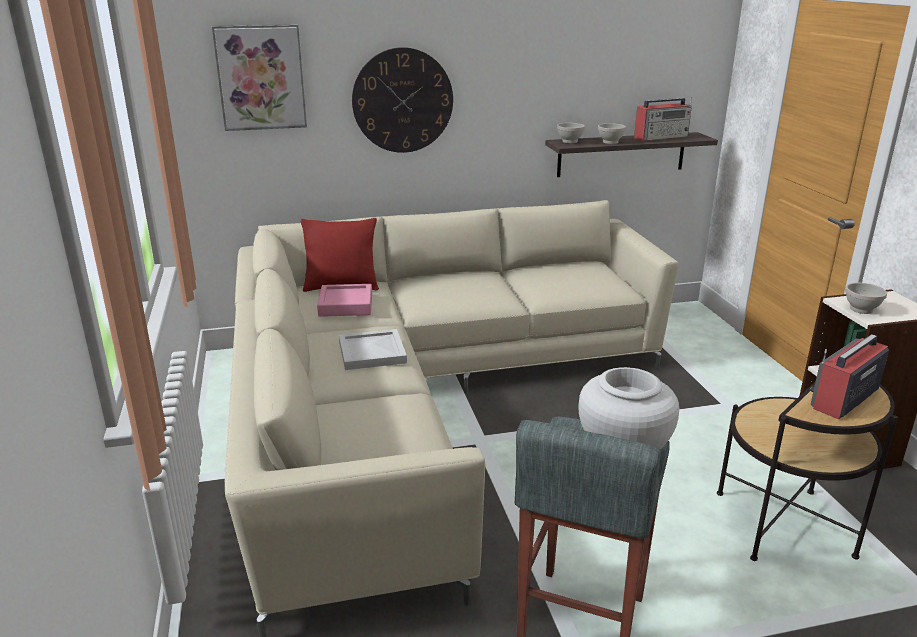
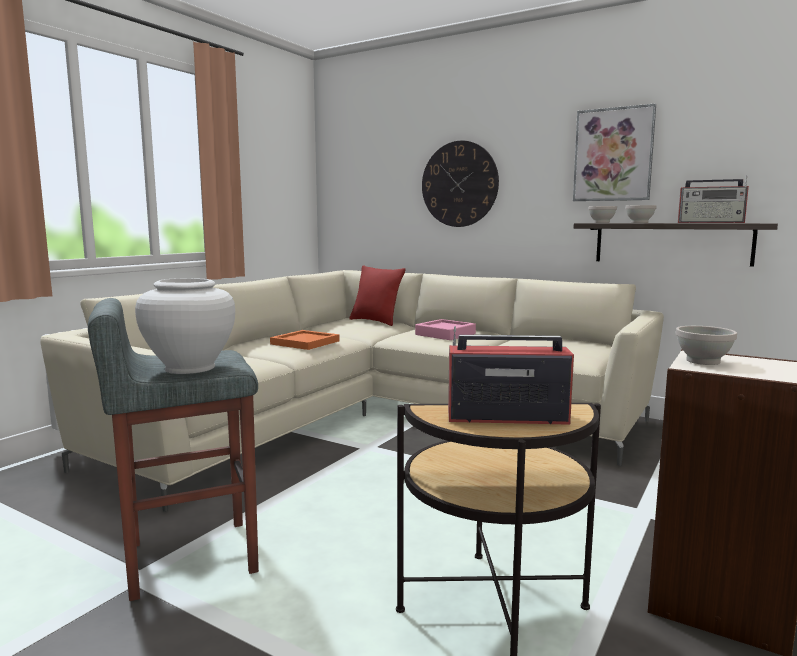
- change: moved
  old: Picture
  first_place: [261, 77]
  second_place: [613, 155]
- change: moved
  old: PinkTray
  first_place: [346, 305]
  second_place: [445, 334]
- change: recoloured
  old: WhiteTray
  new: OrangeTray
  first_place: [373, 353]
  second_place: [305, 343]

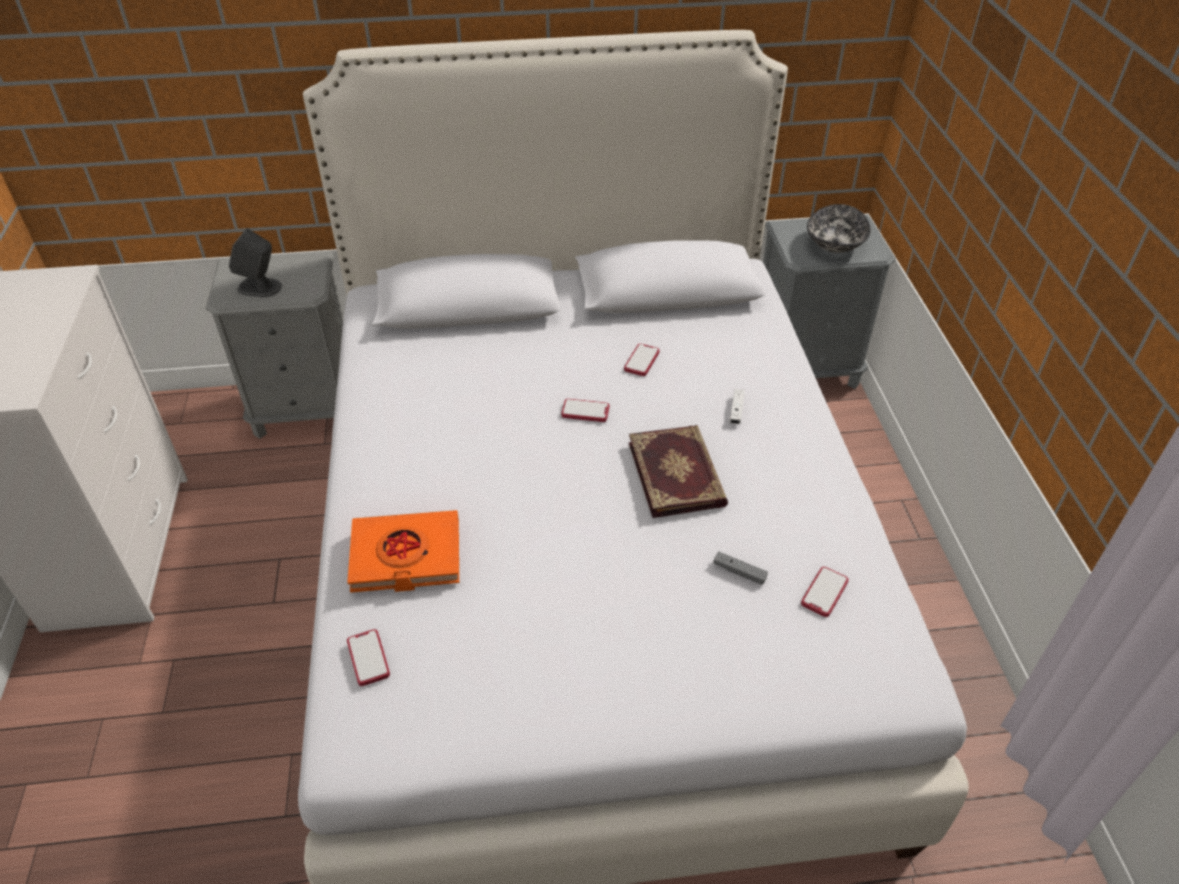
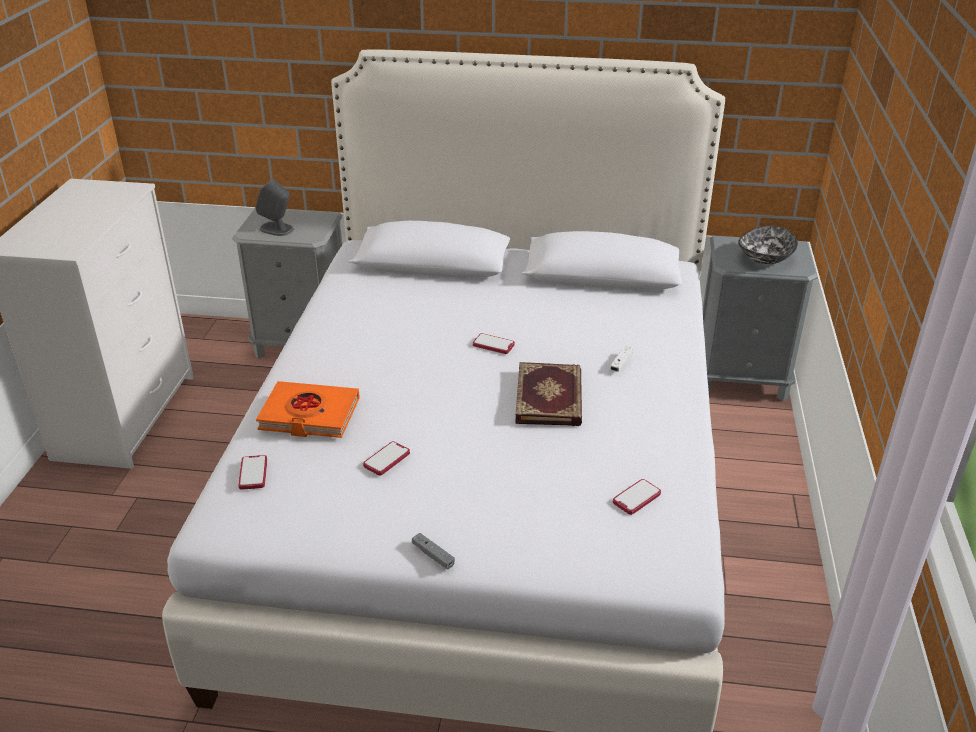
- change: moved
  old: Phone
  first_place: [641, 361]
  second_place: [386, 459]
- change: moved
  old: GreyGameController
  first_place: [739, 572]
  second_place: [433, 555]

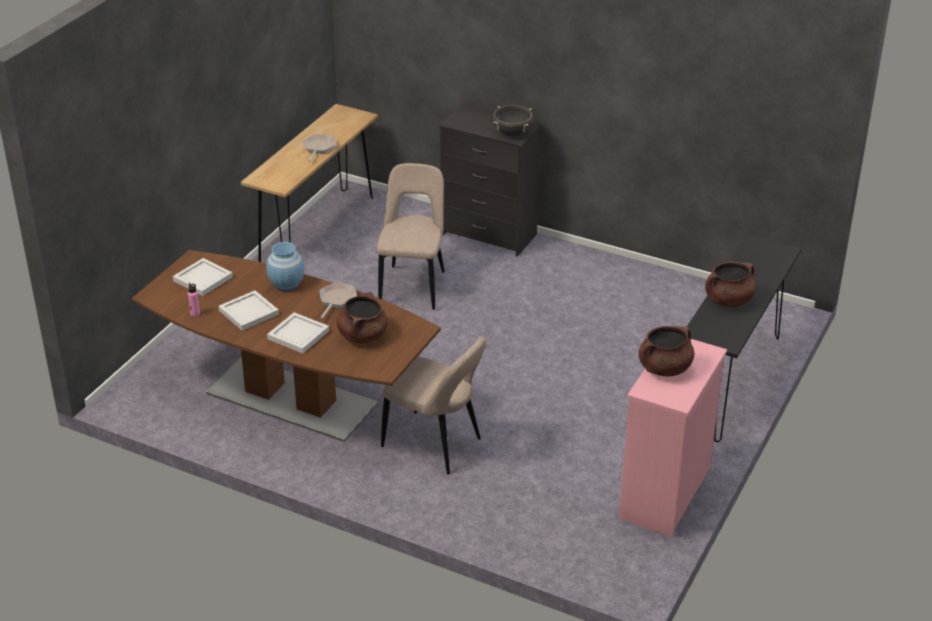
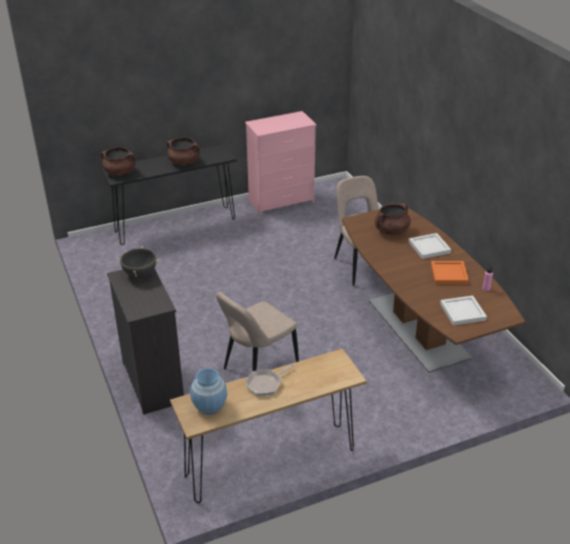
- change: moved
  old: BlueVase
  first_place: [286, 284]
  second_place: [210, 406]
- change: removed
  old: FryingPan
  first_place: [336, 300]
- change: recoloured
  old: WhiteTray
  new: OrangeTray
  first_place: [250, 312]
  second_place: [448, 274]
- change: moved
  old: BrownCookingPot
  first_place: [664, 368]
  second_place: [120, 172]

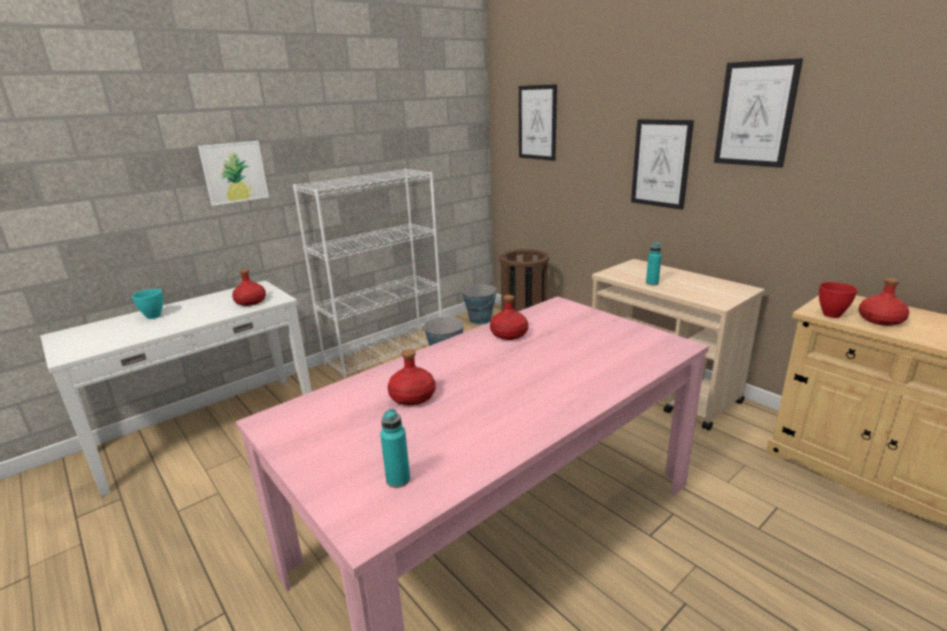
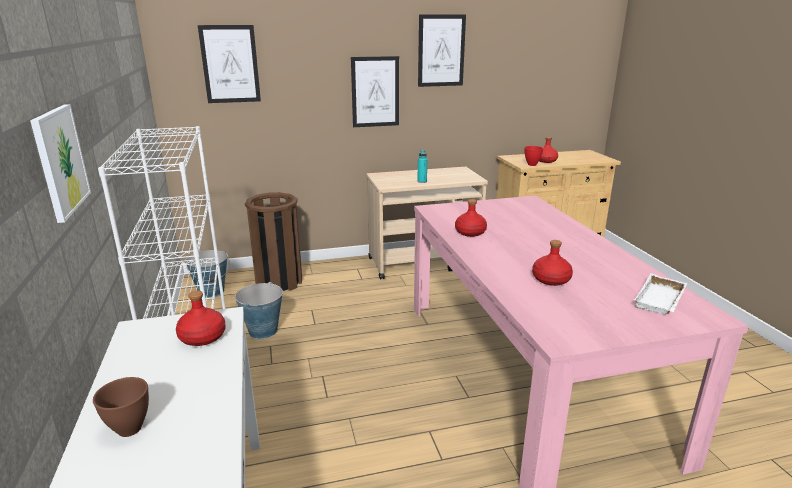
- change: recoloured
  old: TurquoiseBowl
  new: BrownBowl
  first_place: [152, 316]
  second_place: [129, 430]
- change: replaced
  old: TurquoiseBottle
  new: WhiteTray
  first_place: [398, 480]
  second_place: [661, 300]

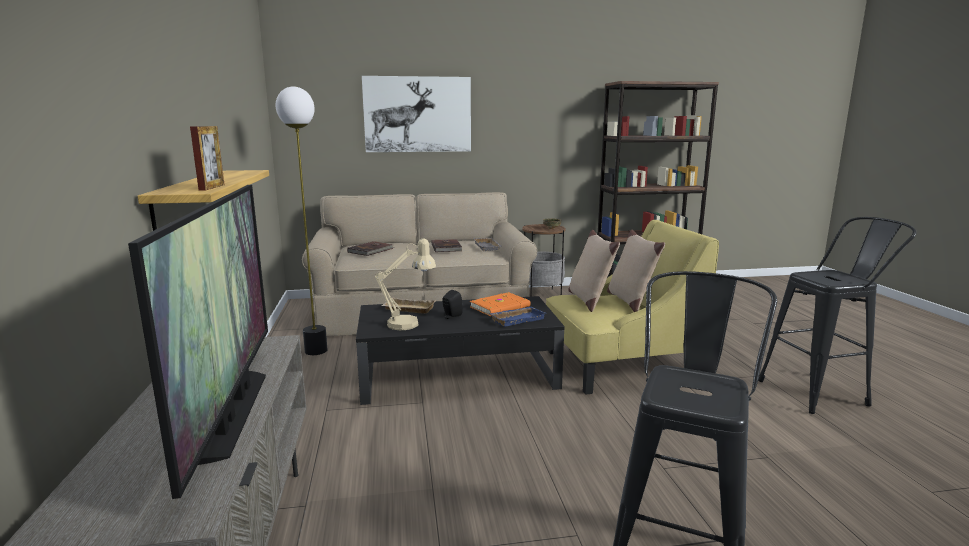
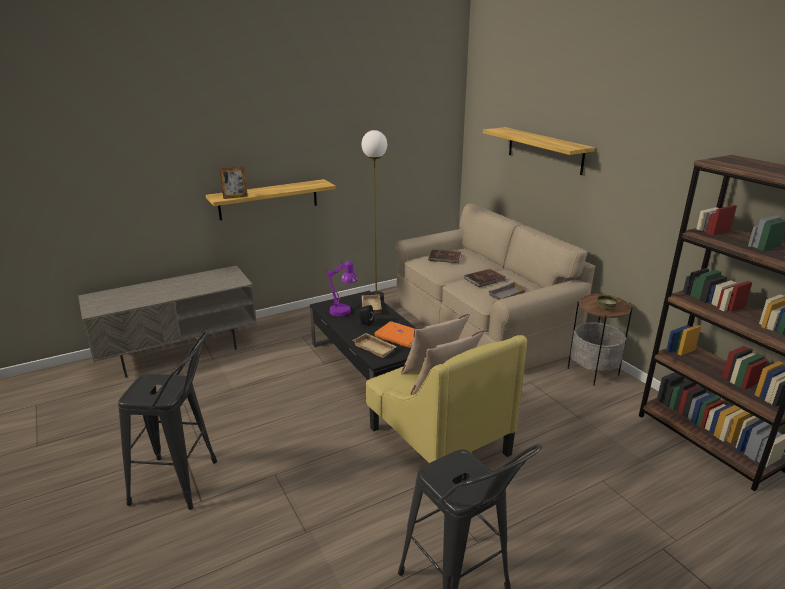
- change: replaced
  old: Picture
  new: Shelf
  first_place: [417, 114]
  second_place: [544, 150]
- change: removed
  old: Television
  first_place: [231, 413]
- change: recoloured
  old: BeigeTableLamp
  new: PurpleTableLamp
  first_place: [409, 323]
  second_place: [343, 313]
- change: recoloured
  old: BlueTray
  new: BeigeTray
  first_place: [517, 319]
  second_place: [375, 348]

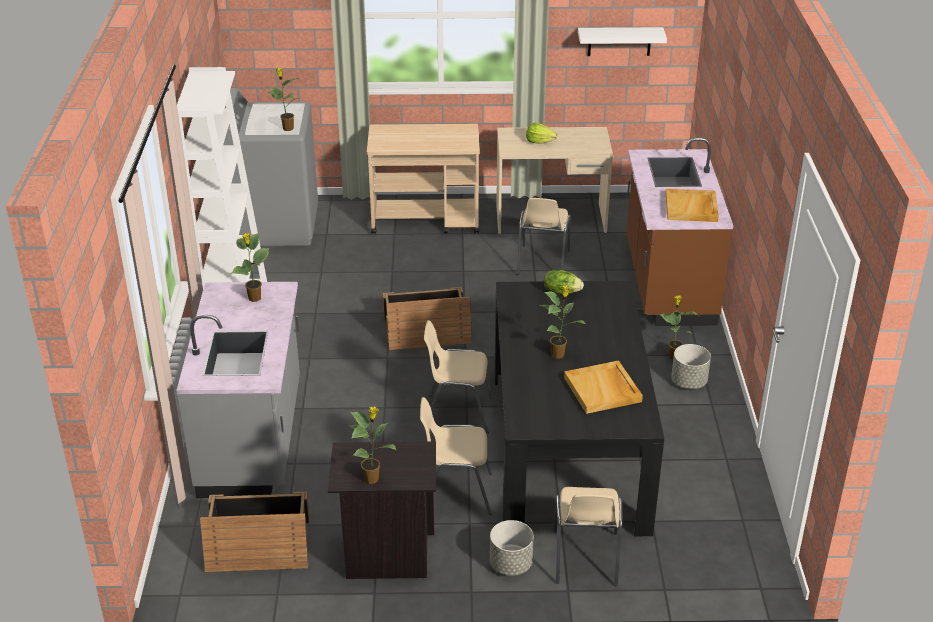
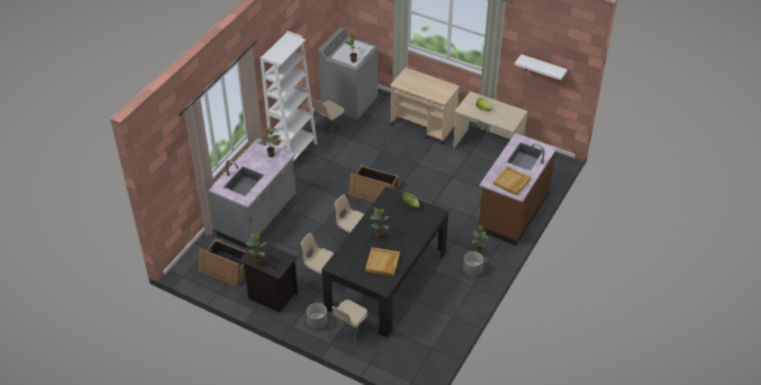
- change: moved
  old: BeigeChair
  first_place: [542, 262]
  second_place: [329, 131]

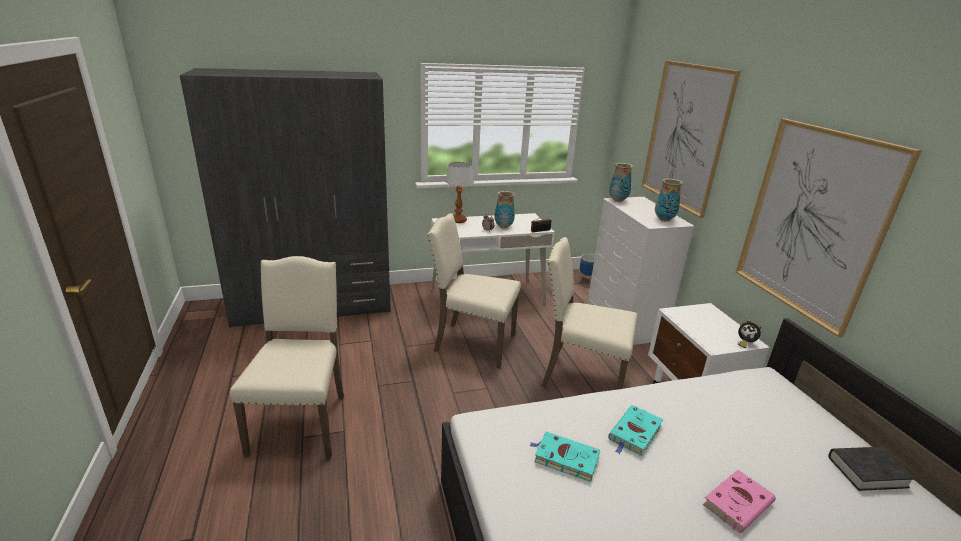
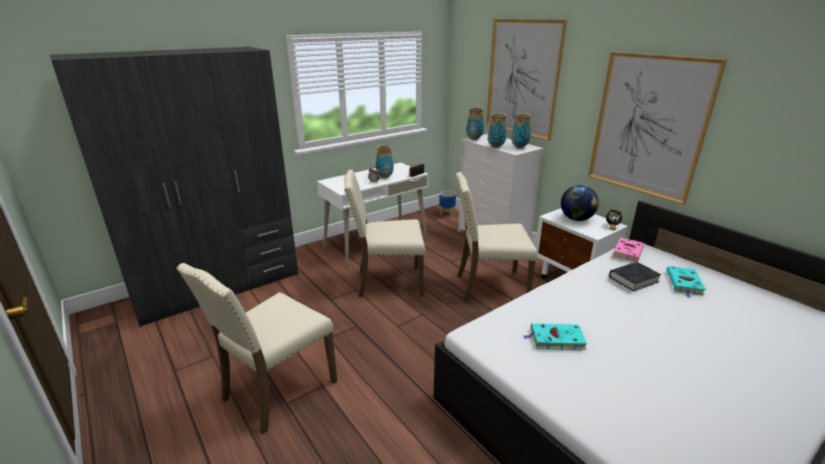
- change: removed
  old: TableLamp
  first_place: [458, 220]
- change: turned
  old: BeigeChair
  first_place: [301, 422]
  second_place: [276, 390]
  degrees: -120
- change: moved
  old: TurquoiseBook
  first_place: [634, 434]
  second_place: [684, 283]
- change: moved
  old: BlackBook
  first_place: [867, 472]
  second_place: [633, 279]
- change: moved
  old: PinkBook
  first_place: [738, 502]
  second_place: [627, 251]
- change: added
  new: Vase
  second_place: [495, 147]
- change: added
  new: Globe
  second_place: [576, 219]

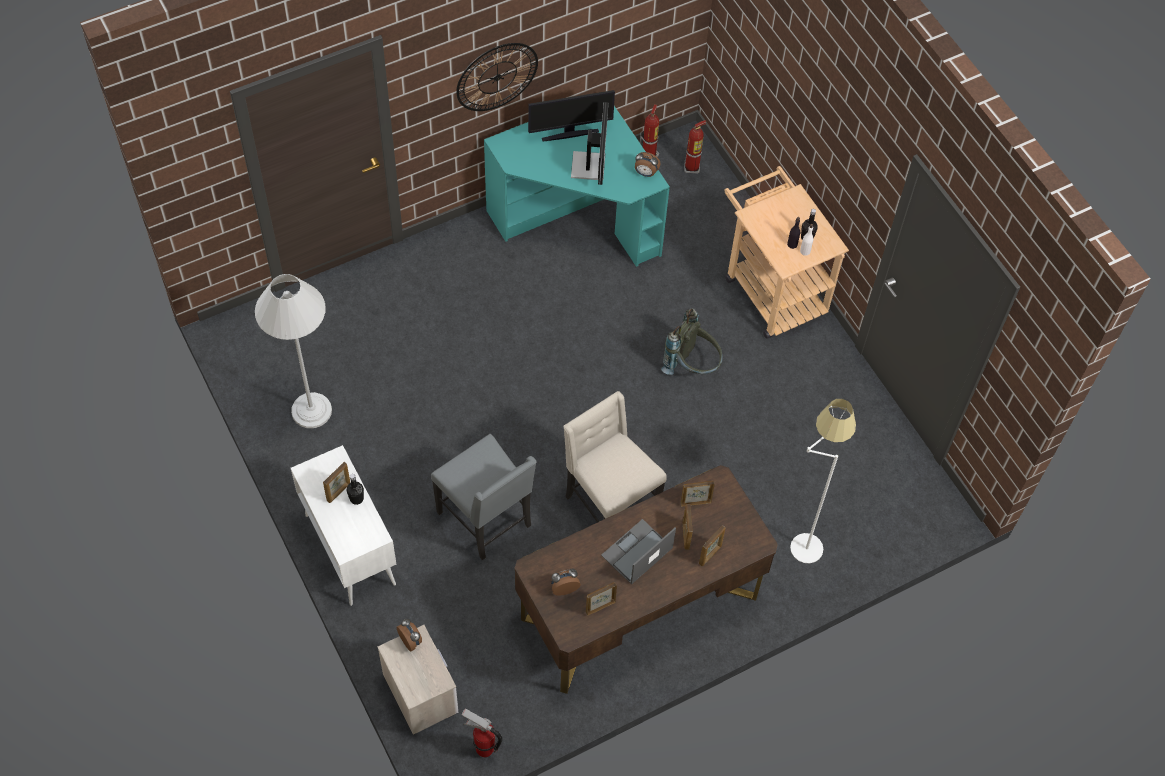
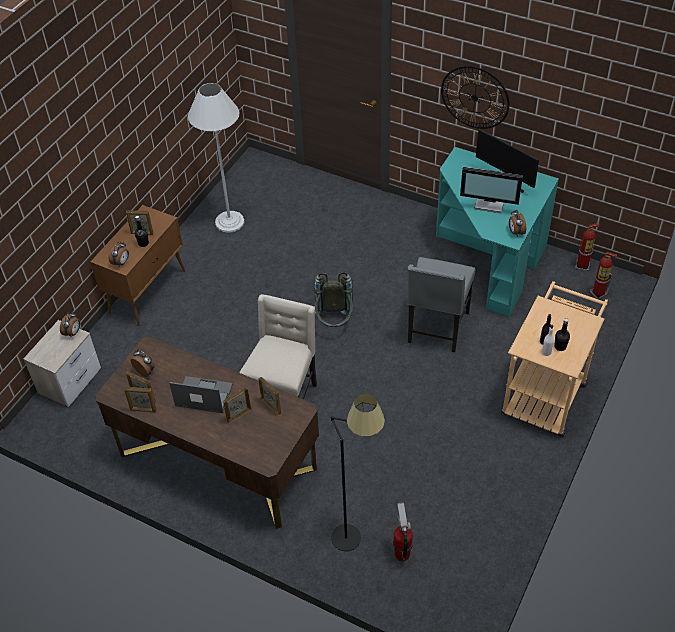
- change: turned
  old: Monitor
  first_place: [590, 166]
  second_place: [490, 203]
  degrees: 45
- change: moved
  old: GreyBackpack
  first_place: [692, 366]
  second_place: [334, 322]
- change: recoloured
  old: WhiteFloorLamp
  new: BlackFloorLamp
  first_place: [804, 534]
  second_place: [356, 529]
- change: moved
  old: GreyChair
  first_place: [486, 519]
  second_place: [437, 328]
- change: recoloured
  old: WhiteCabinet
  new: BrownCabinet
  first_place: [349, 548]
  second_place: [148, 291]
- change: moved
  old: PictureFrame
  first_place: [710, 555]
  second_place: [143, 410]
- change: moved
  old: FireExtinguisher
  first_place: [484, 749]
  second_place: [402, 554]
- change: added
  new: AlarmClock
  second_place: [121, 263]

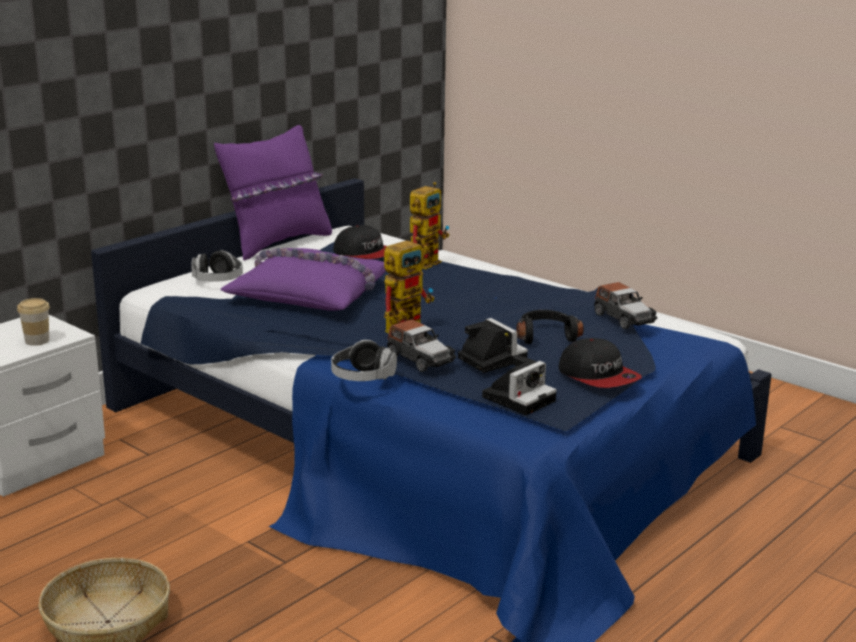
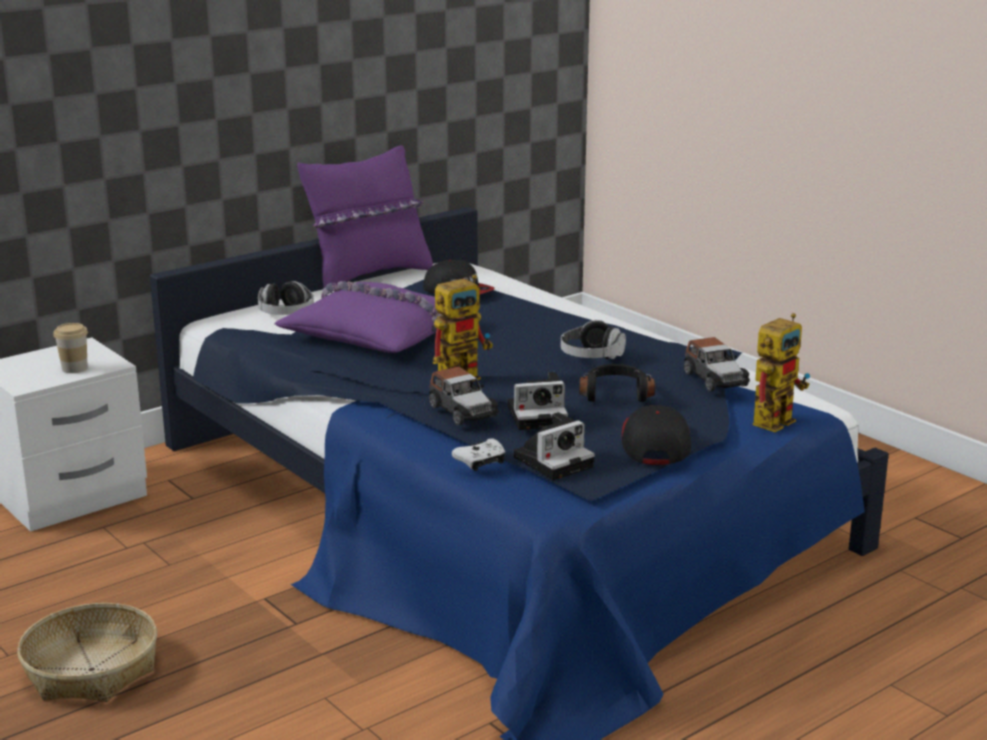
- change: moved
  old: ToyRobot
  first_place: [427, 261]
  second_place: [775, 419]
- change: turned
  old: PhotoCamera
  first_place: [490, 358]
  second_place: [539, 415]
  degrees: 105
- change: turned
  old: Cap
  first_place: [599, 376]
  second_place: [655, 442]
  degrees: -150
- change: moved
  old: Headphones
  first_place: [363, 378]
  second_place: [591, 357]
- change: added
  new: WhiteGameController
  second_place: [481, 462]

